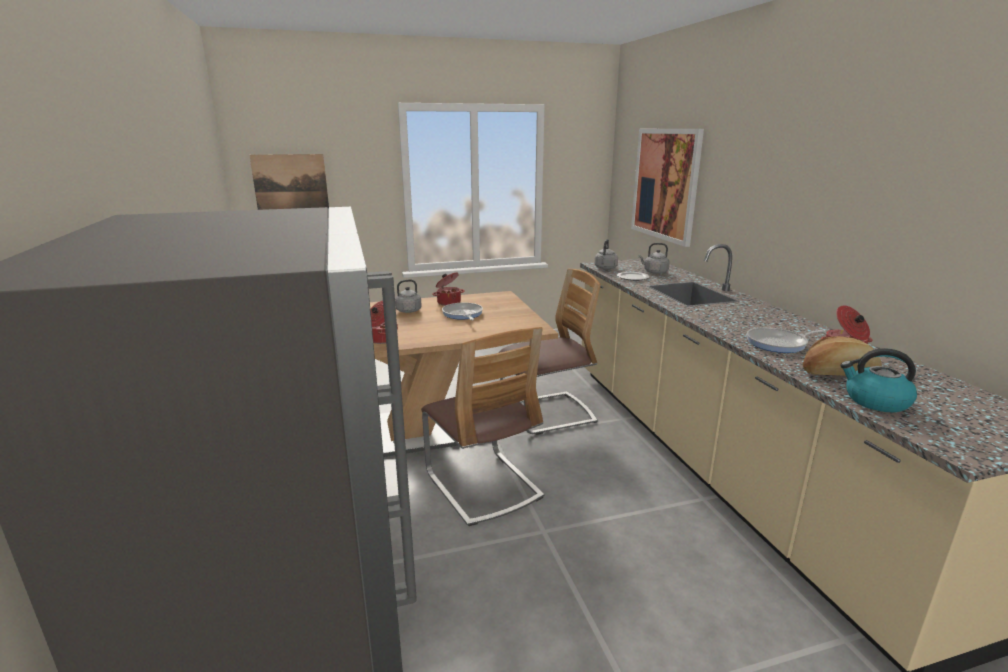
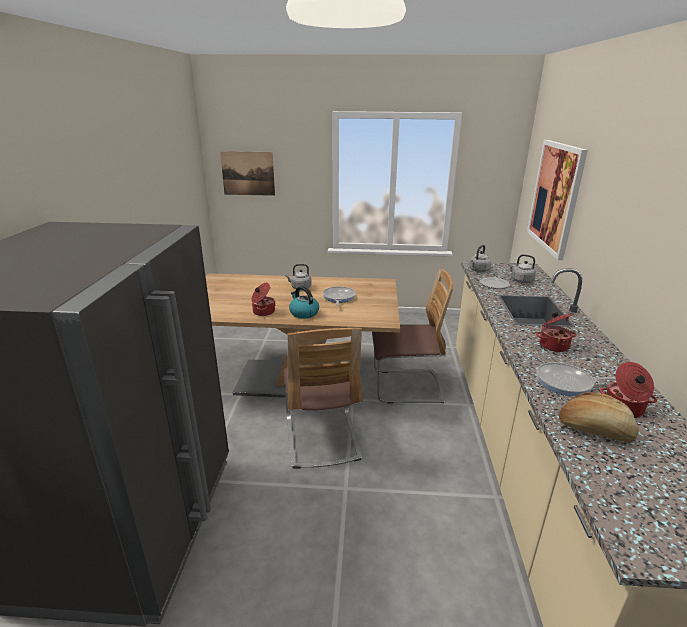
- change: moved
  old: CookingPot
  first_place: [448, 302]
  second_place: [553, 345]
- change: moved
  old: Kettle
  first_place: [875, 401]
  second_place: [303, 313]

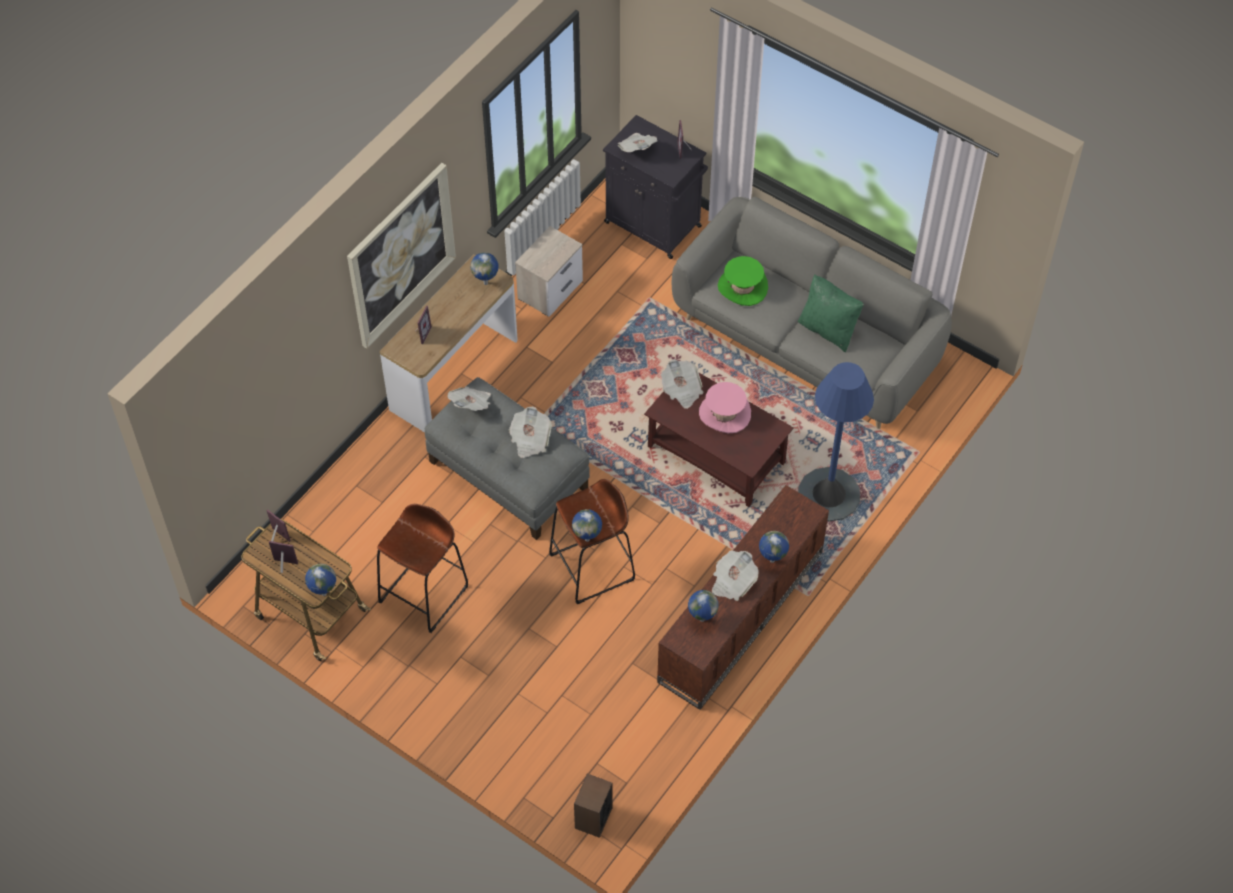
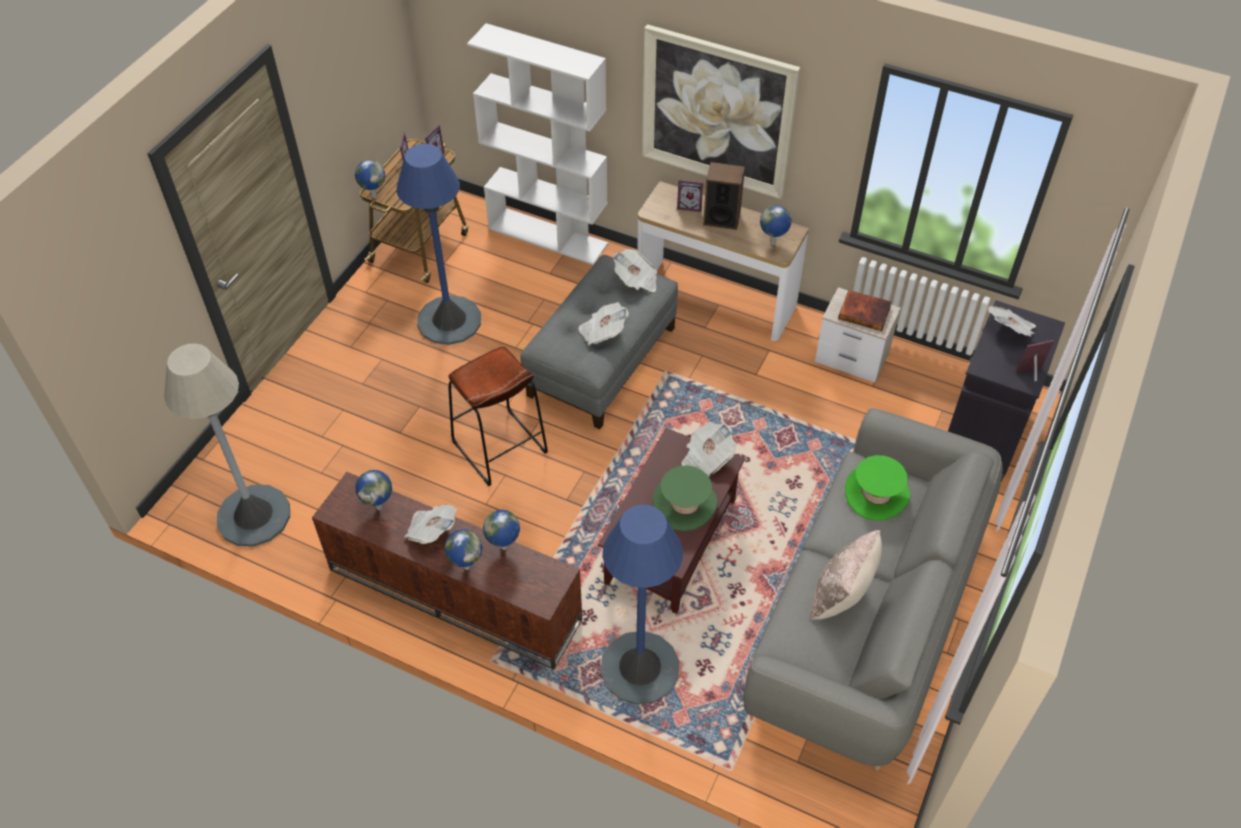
- change: recoloured
  old: GreenPillow
  new: BeigePillow
  first_place: [828, 329]
  second_place: [841, 596]
- change: recoloured
  old: PinkHat
  new: GreenHat
  first_place: [724, 413]
  second_place: [685, 504]
- change: replaced
  old: BrownStool
  new: BlueFloorLamp
  first_place: [424, 594]
  second_place: [449, 320]
- change: moved
  old: Globe
  first_place: [587, 539]
  second_place: [504, 548]
- change: moved
  old: Speaker
  first_place: [593, 818]
  second_place: [721, 218]
- change: added
  new: WhiteBookcase
  second_place: [548, 236]
- change: added
  new: Book
  second_place: [865, 312]
- change: added
  new: GreyFloorLamp
  second_place: [253, 515]

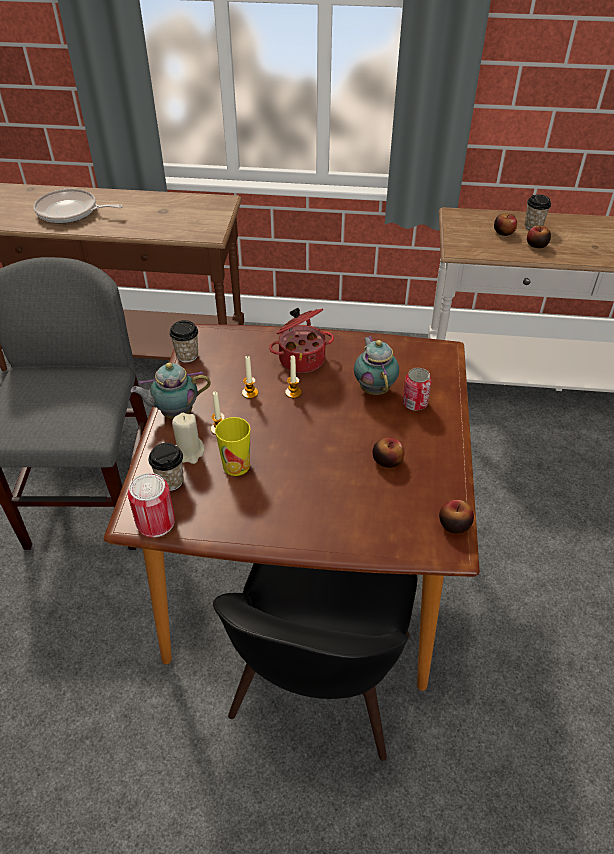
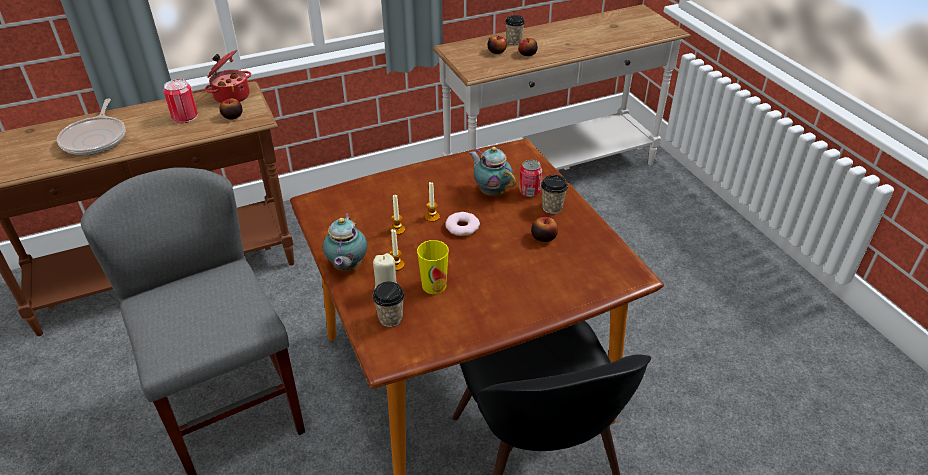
- change: turned
  old: FryingPan
  first_place: [70, 212]
  second_place: [96, 138]
  degrees: -75
- change: moved
  old: CookingPot
  first_place: [301, 358]
  second_place: [231, 95]
- change: moved
  old: Cup
  first_place: [187, 355]
  second_place: [552, 208]
- change: turned
  old: Teapot
  first_place: [174, 413]
  second_place: [347, 267]
  degrees: -45
- change: moved
  old: Can
  first_place: [155, 522]
  second_place: [185, 116]
- change: moved
  old: Apple
  first_place: [454, 524]
  second_place: [232, 116]
- change: added
  new: Donut
  second_place: [462, 227]

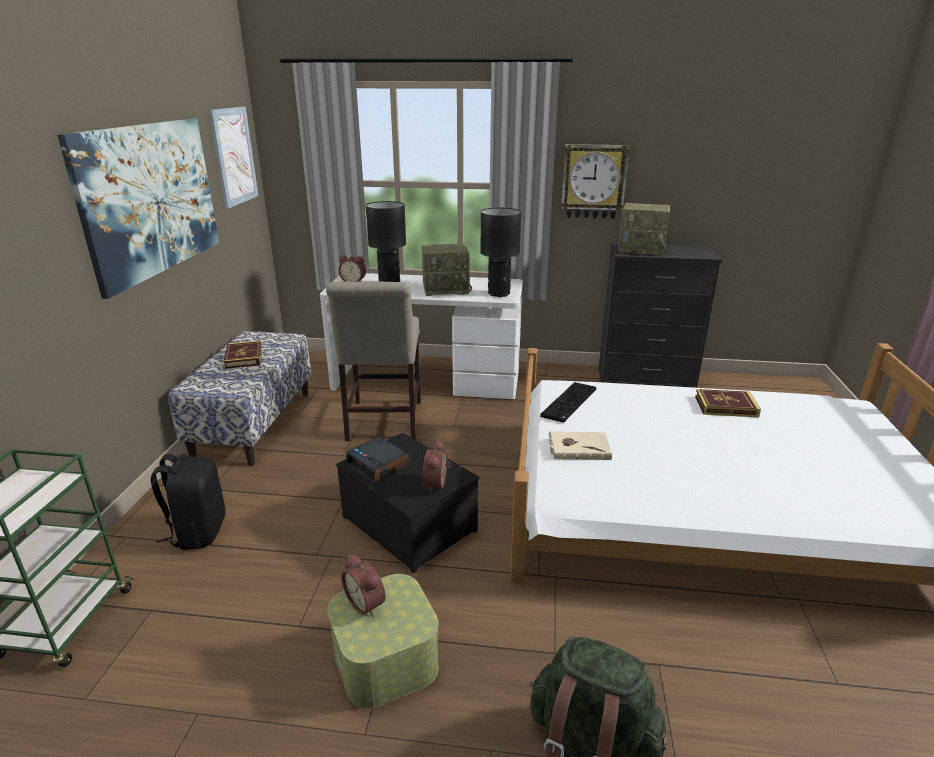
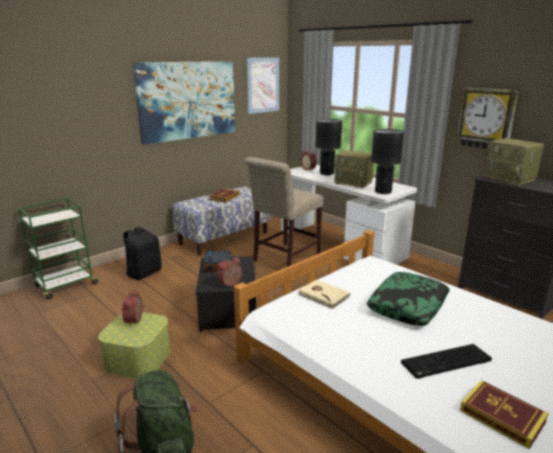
- change: moved
  old: Keyboard
  first_place: [570, 403]
  second_place: [446, 363]
- change: moved
  old: Book
  first_place: [726, 406]
  second_place: [502, 416]
- change: added
  new: Pillow
  second_place: [408, 306]

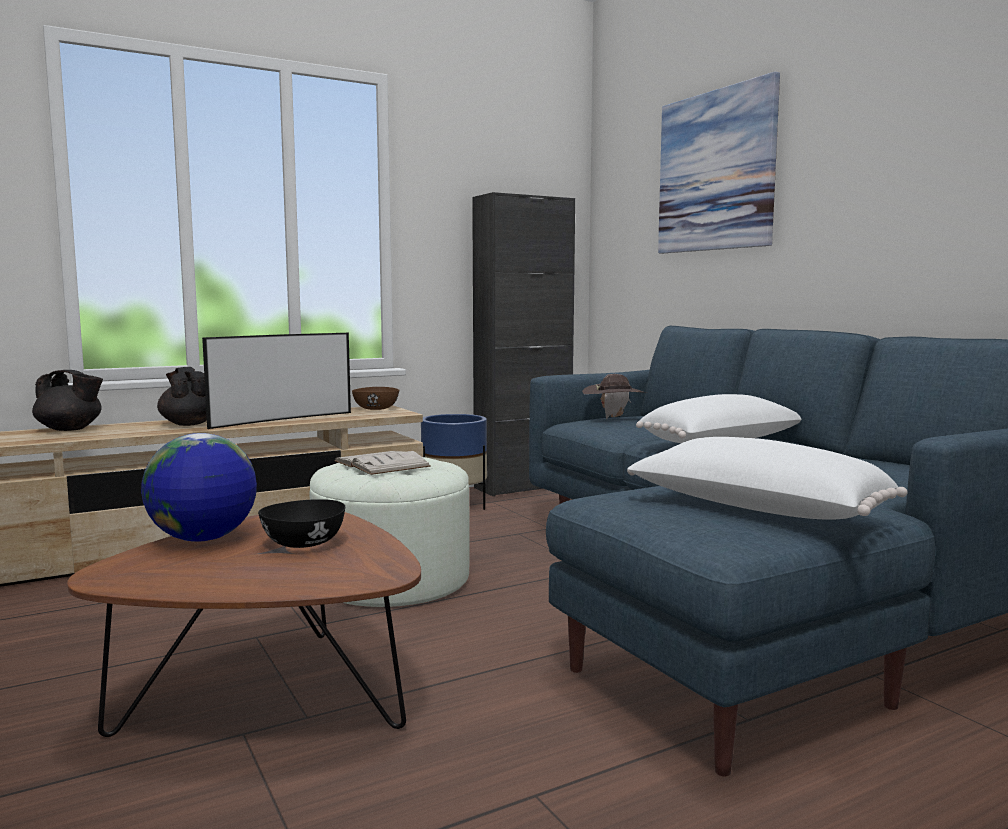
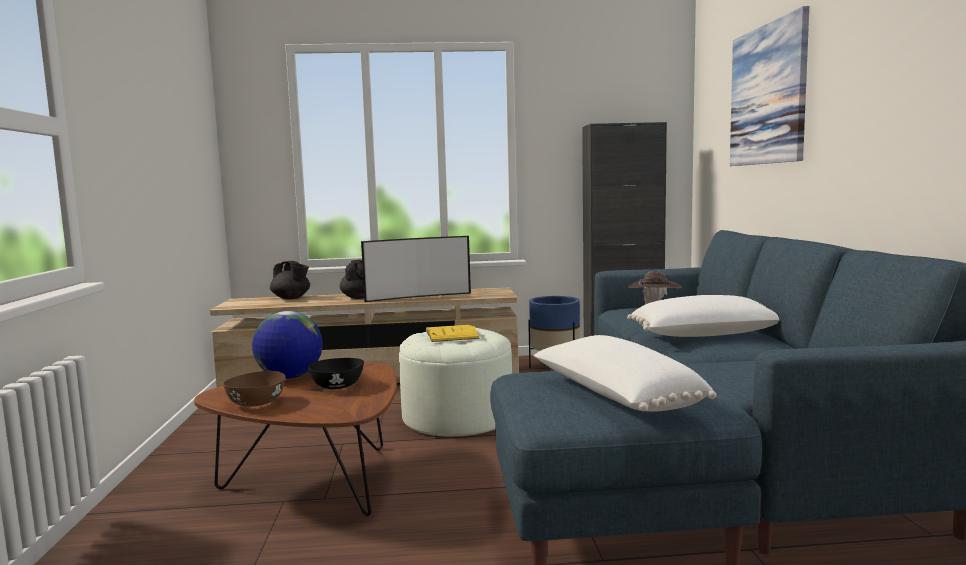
- change: moved
  old: BrownBowl
  first_place: [376, 409]
  second_place: [256, 403]
- change: recoloured
  old: WhiteBook
  new: YellowBook
  first_place: [381, 464]
  second_place: [451, 334]

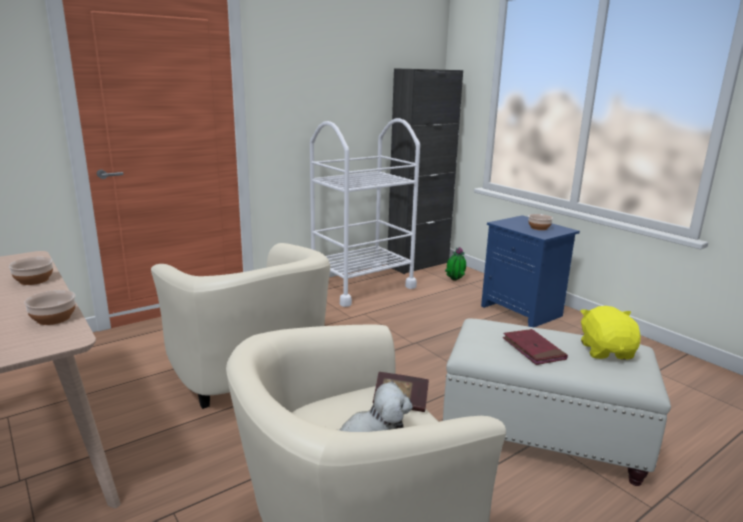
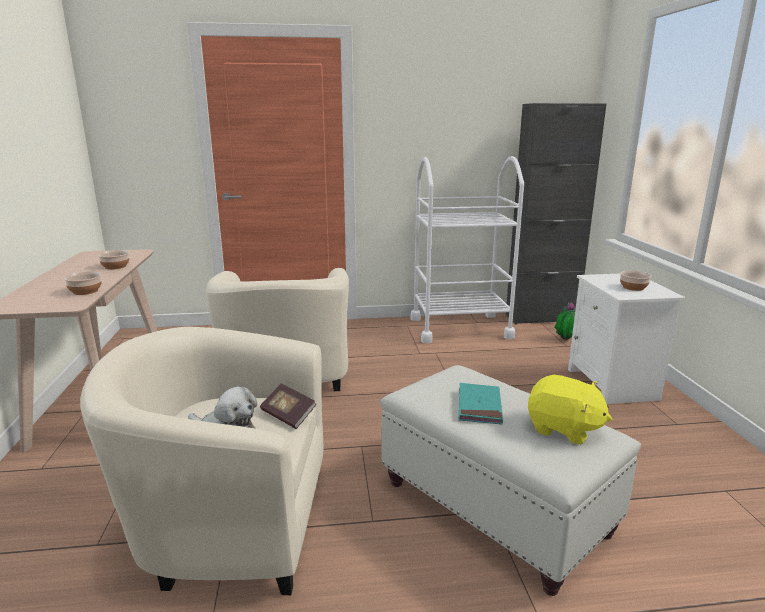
- change: recoloured
  old: BlueNightstand
  new: WhiteNightstand
  first_place: [523, 311]
  second_place: [614, 385]
- change: turned
  old: YellowPlushToy
  first_place: [606, 351]
  second_place: [563, 429]
  degrees: 90
- change: recoloured
  old: RedBook
  new: TurquoiseBook
  first_place: [533, 349]
  second_place: [479, 406]

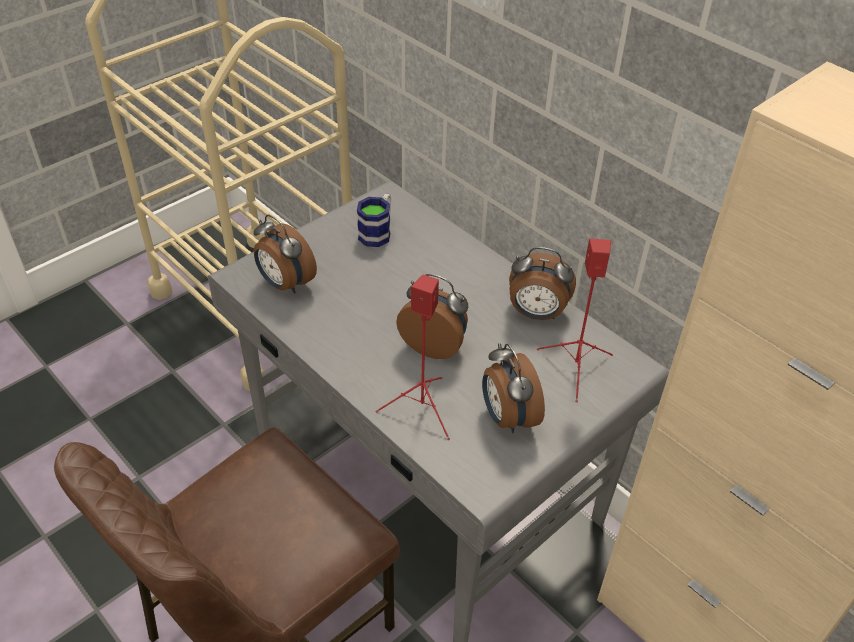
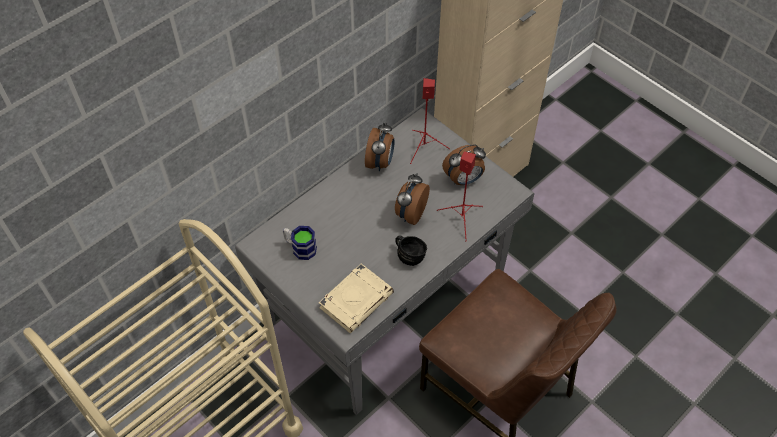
- change: replaced
  old: AlarmClock
  new: BeigeBook
  first_place: [285, 284]
  second_place: [356, 300]
- change: added
  new: BlackMug
  second_place: [409, 255]

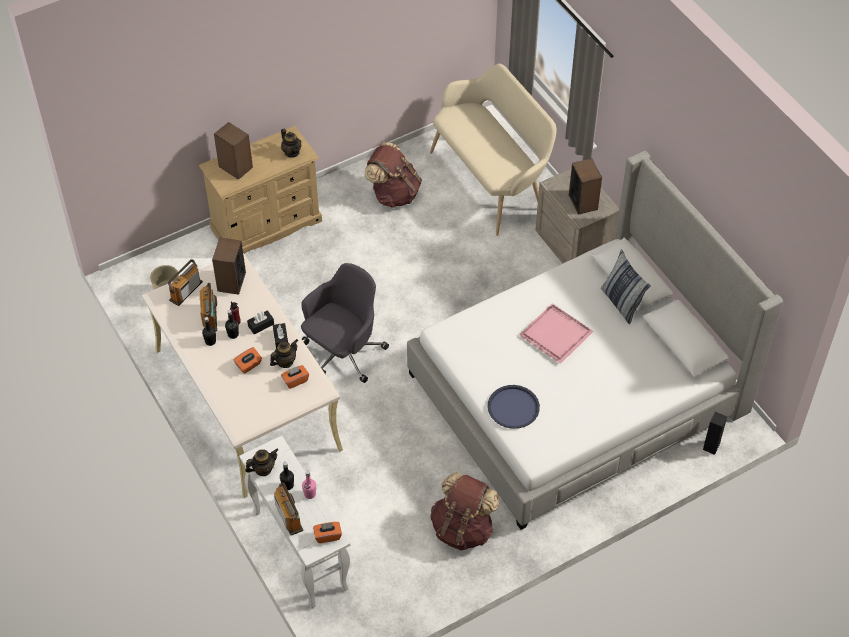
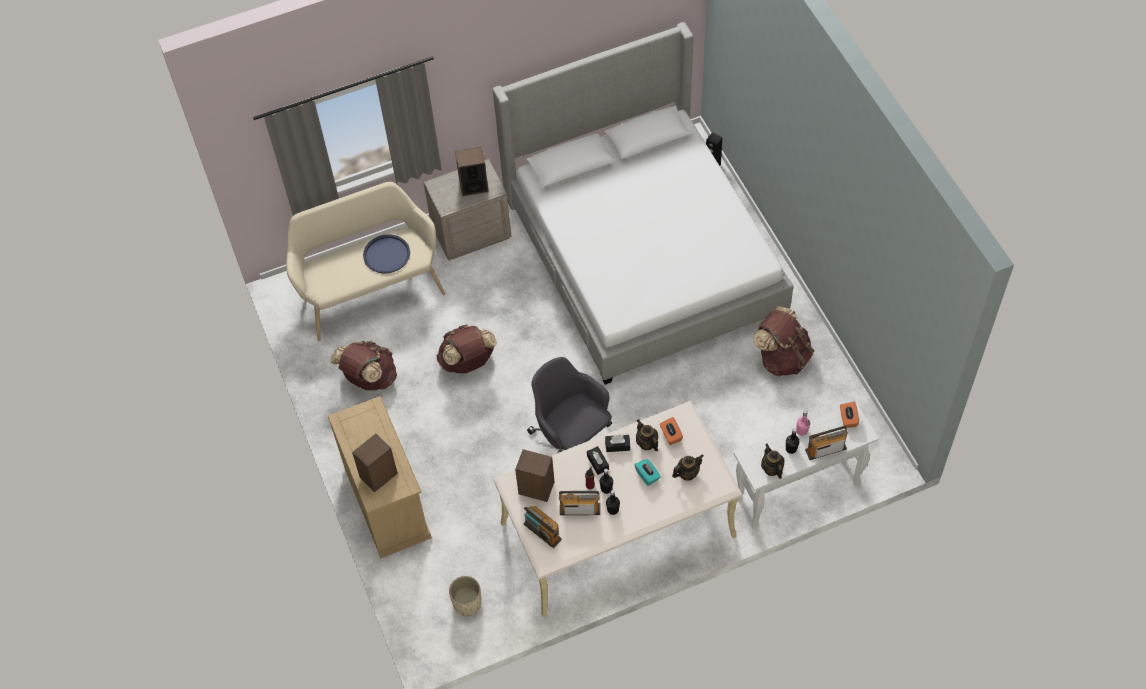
- change: moved
  old: Teapot
  first_place: [292, 152]
  second_place: [687, 473]
- change: removed
  old: Pillow
  first_place: [621, 303]
- change: removed
  old: PinkTray
  first_place: [556, 335]
- change: recoloured
  old: OrangeTissueBox
  new: TurquoiseTissueBox
  first_place: [249, 365]
  second_place: [647, 475]
- change: moved
  old: BlueTray
  first_place: [513, 407]
  second_place: [386, 254]
- change: added
  new: BrownBackpack
  second_place: [468, 362]

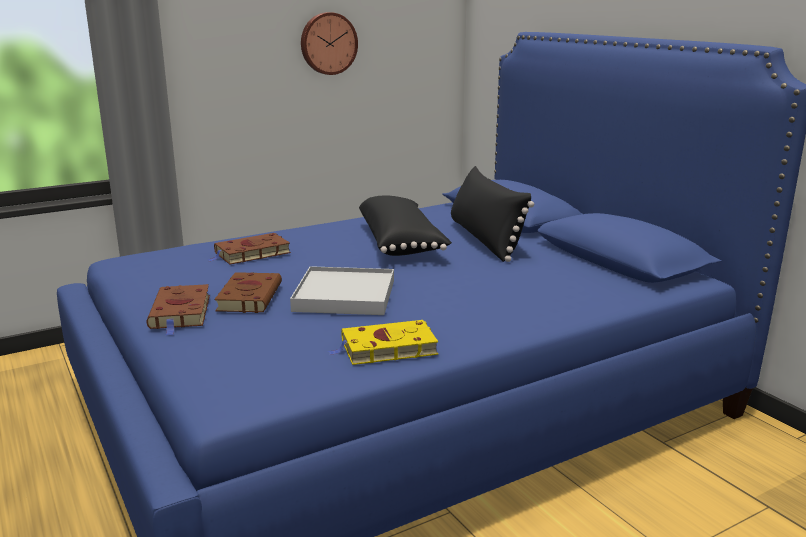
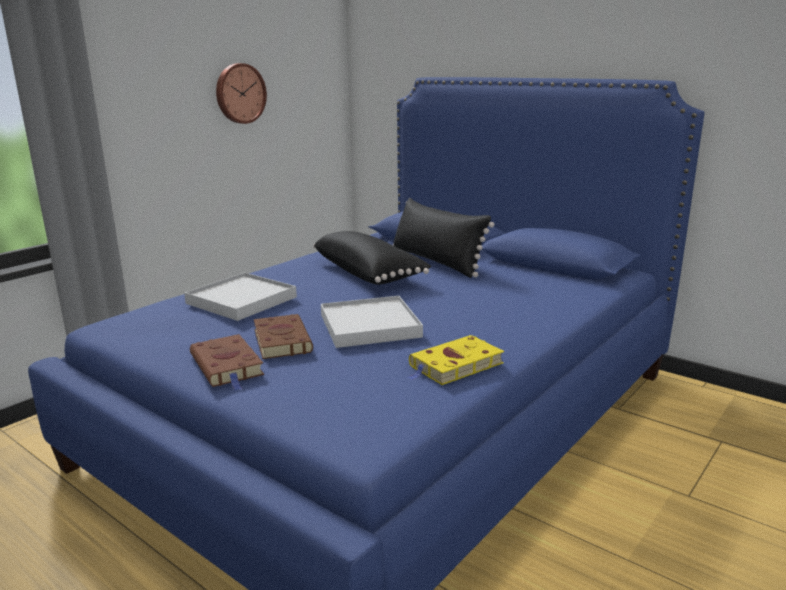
- change: replaced
  old: BrownBook
  new: WhiteTray
  first_place: [250, 254]
  second_place: [241, 300]

